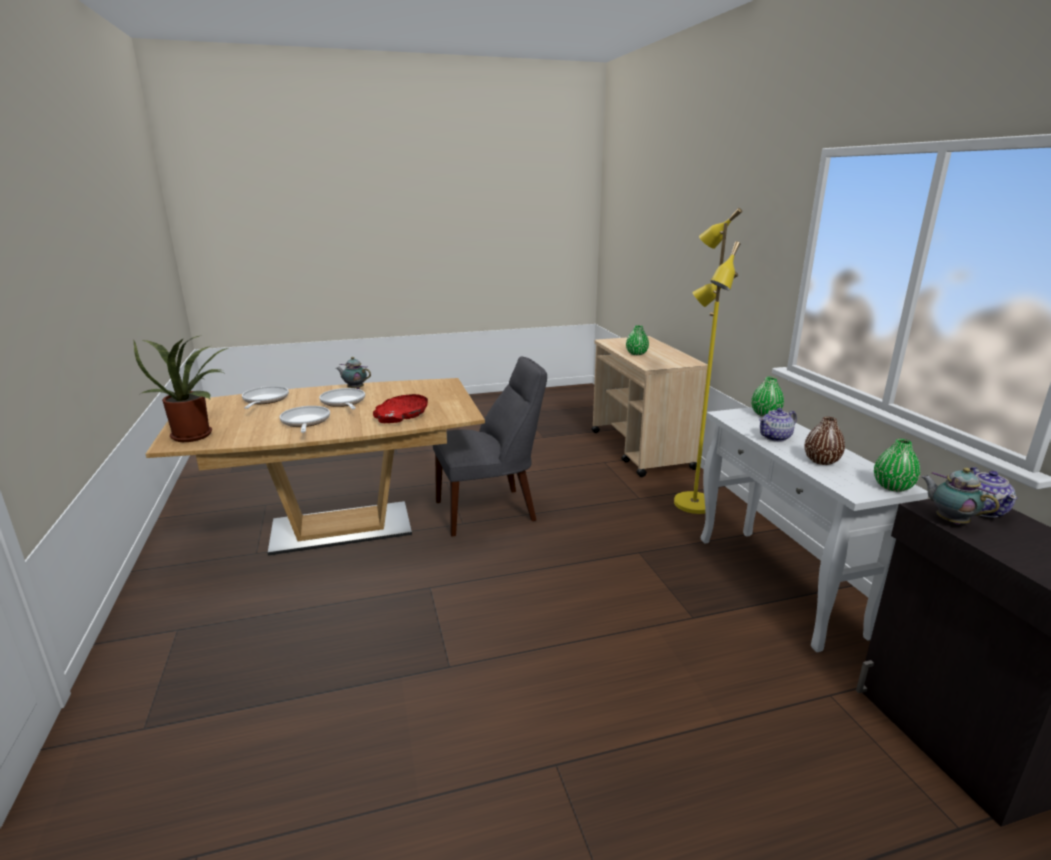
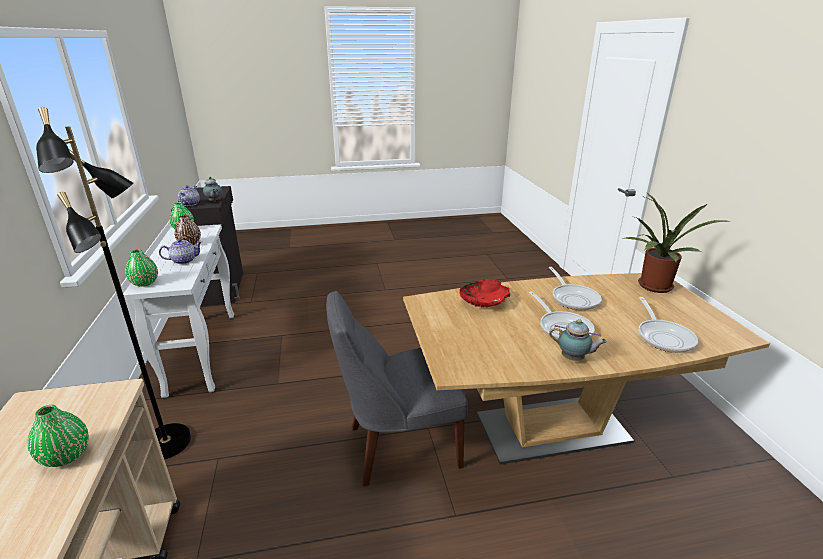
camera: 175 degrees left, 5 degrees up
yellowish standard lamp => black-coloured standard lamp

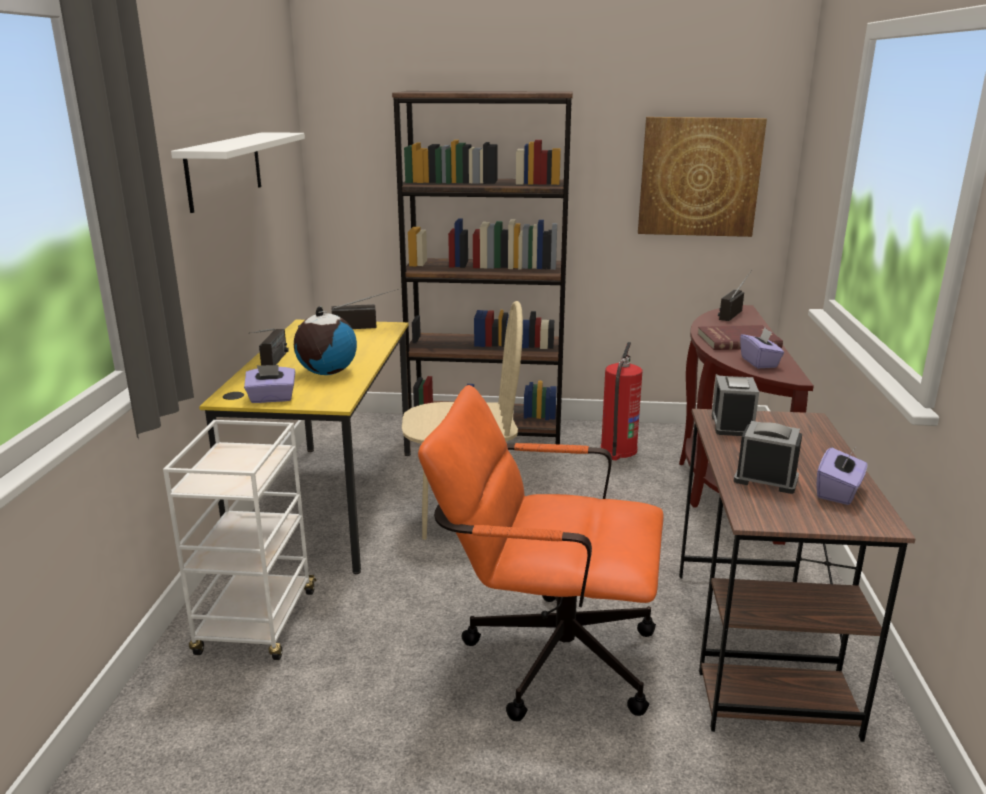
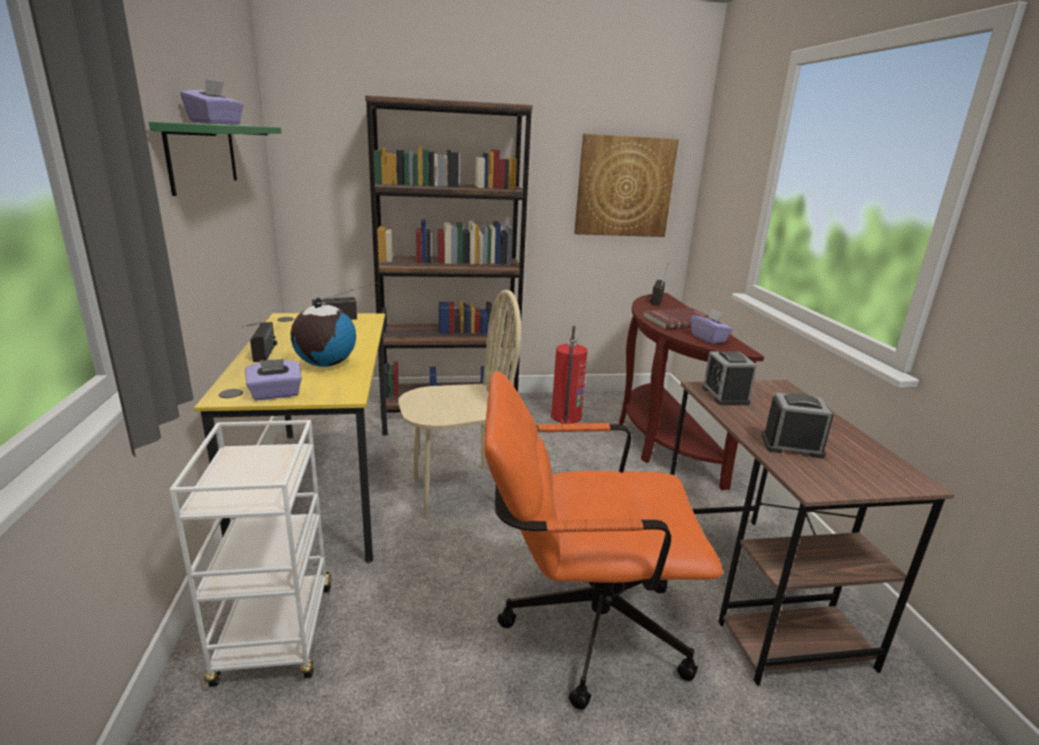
camera: 15 degrees left, 0 degrees up
purplish box of tissues (no. 3 from left in the first image) => purplish box of tissues (no. 1 from left), shifted
whitish shelf => green-coloured shelf

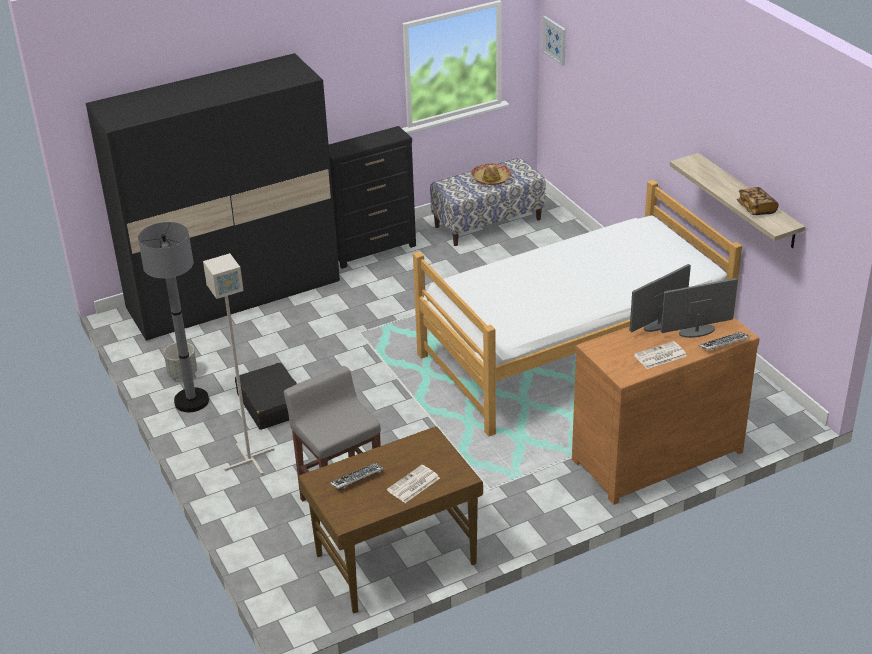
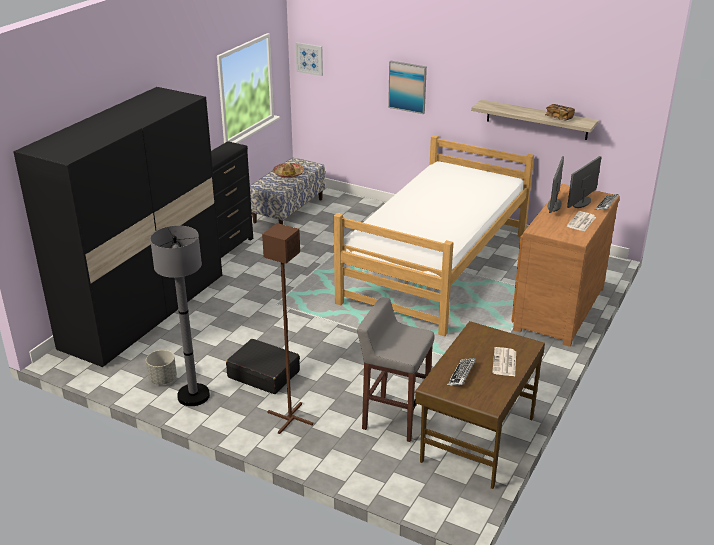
camera: 35 degrees left, 5 degrees down
nothing => wall picture (no. 2 from left)
gray standard lamp (no. 2 from left) => brown-coloured standard lamp

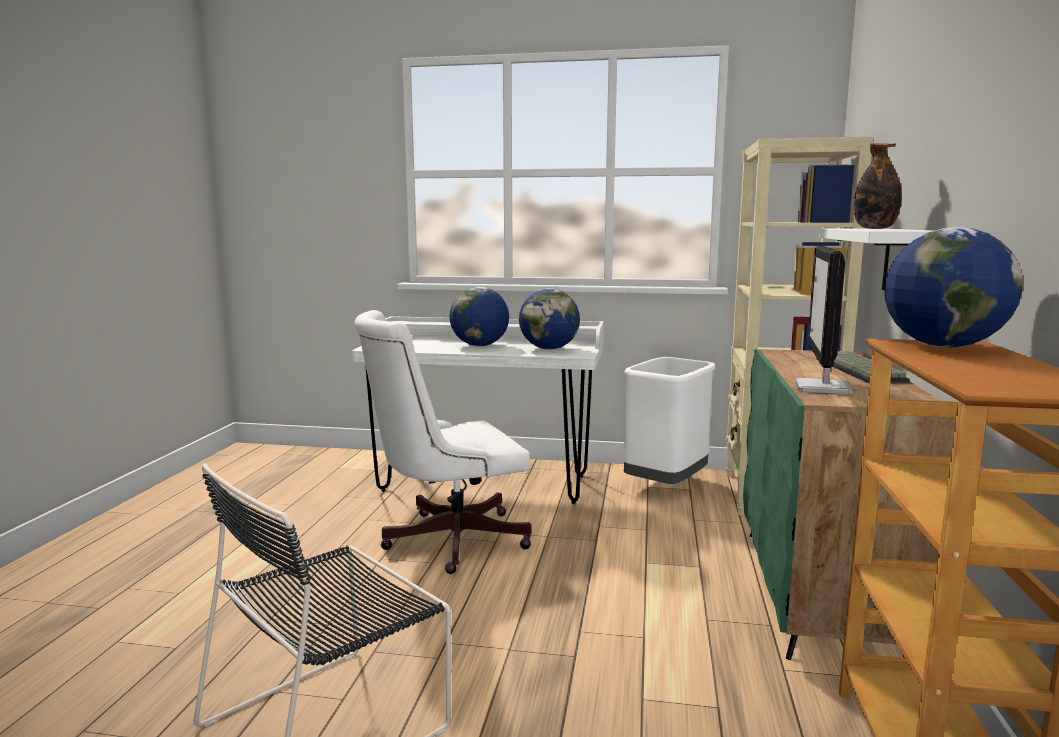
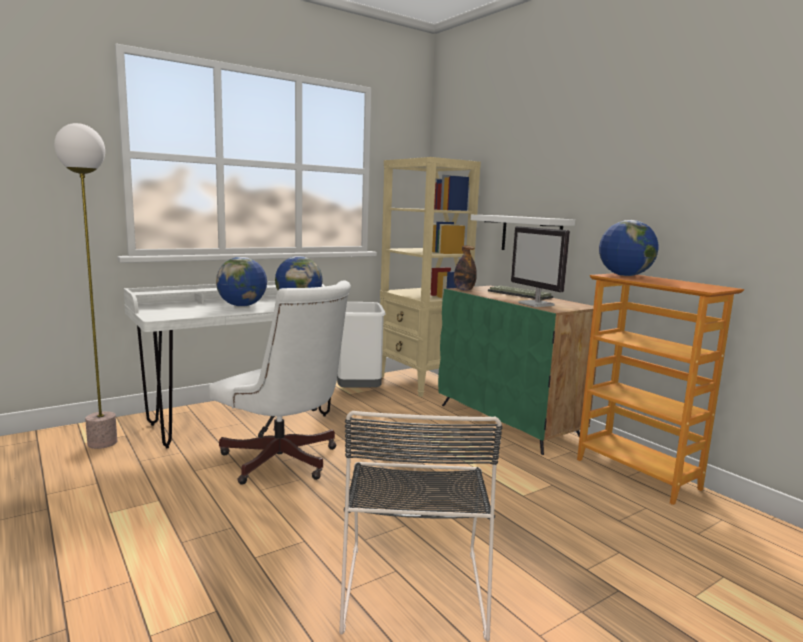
camera: 45 degrees left, 0 degrees up
nothing => standard lamp
bottle, shifted
whitish desk chair, 75 degrees counterclockwise

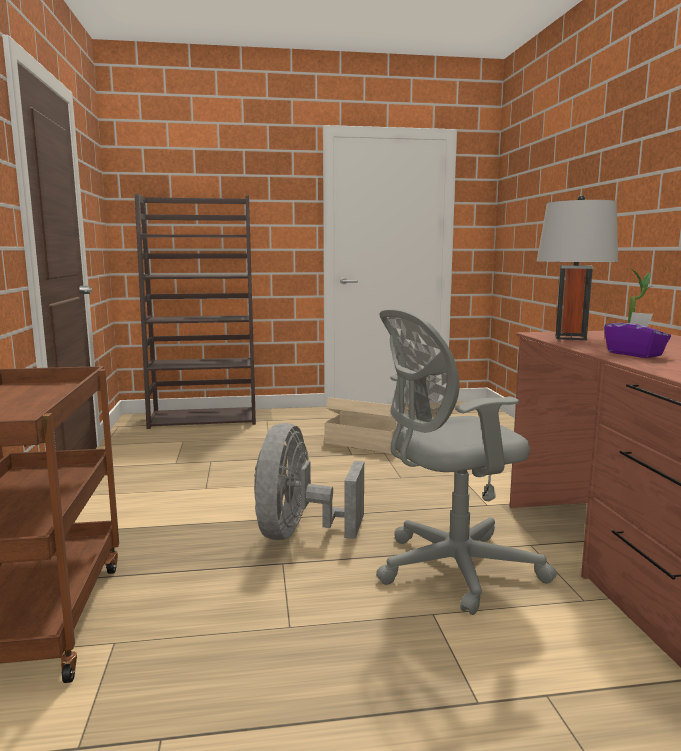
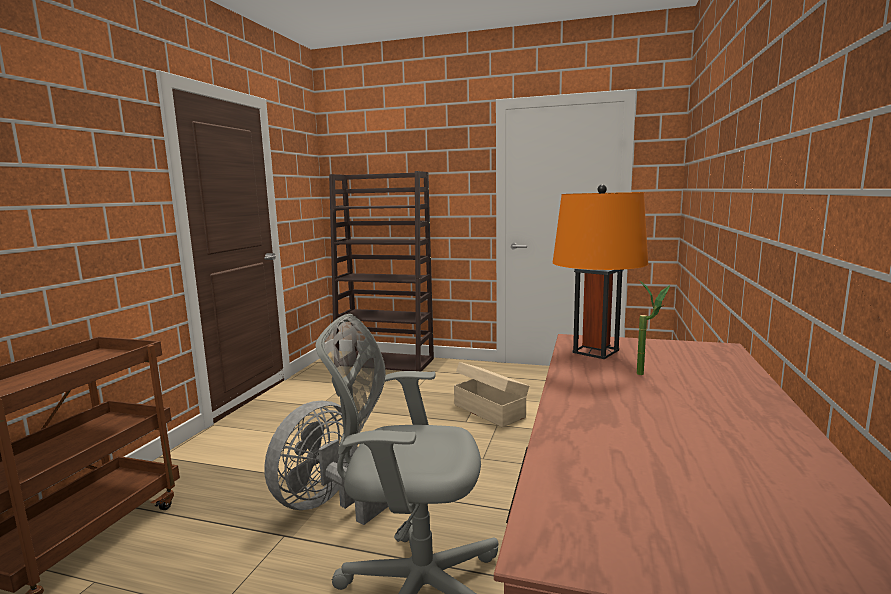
camera: 25 degrees right, 0 degrees up
purplish box of tissues => nothing
gray table lamp => orange-coloured table lamp

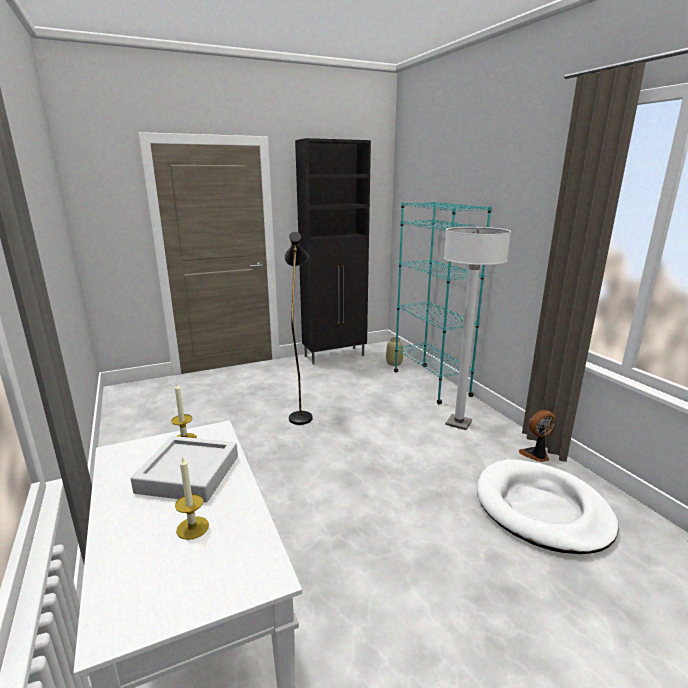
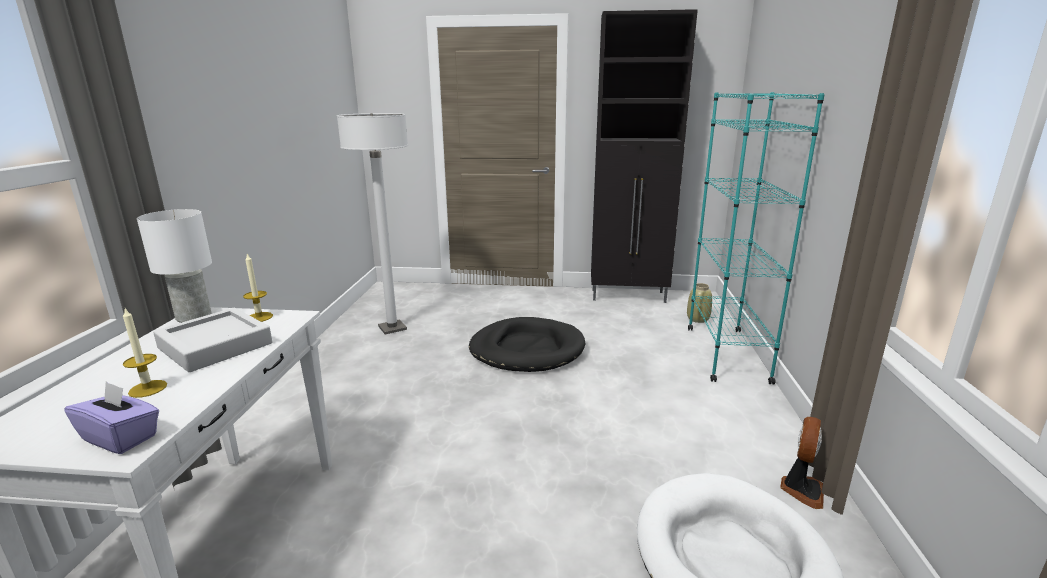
camera: 30 degrees right, 0 degrees up
nothing => purplish box of tissues
nothing => whitish table lamp
whitish standard lamp, shifted
black-coloured standard lamp => black-coloured dog cushion
electric fan, 105 degrees clockwise

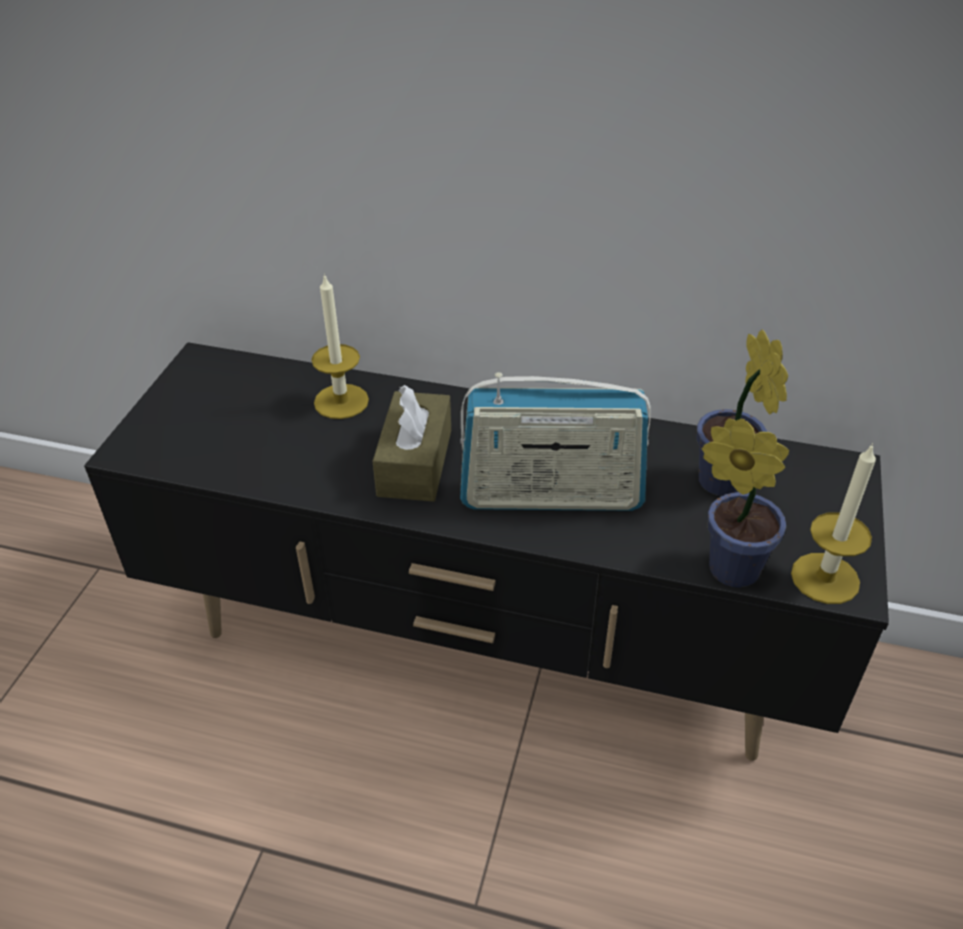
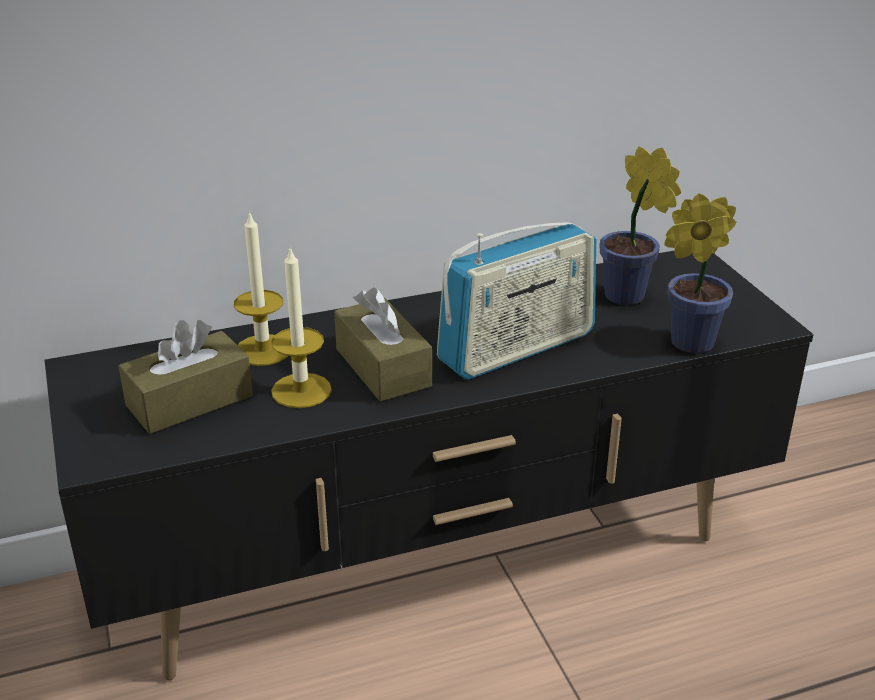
camera: 35 degrees left, 10 degrees down
nothing => brown-coloured box of tissues (no. 1 from left)
wax candle (no. 2 from left), shifted

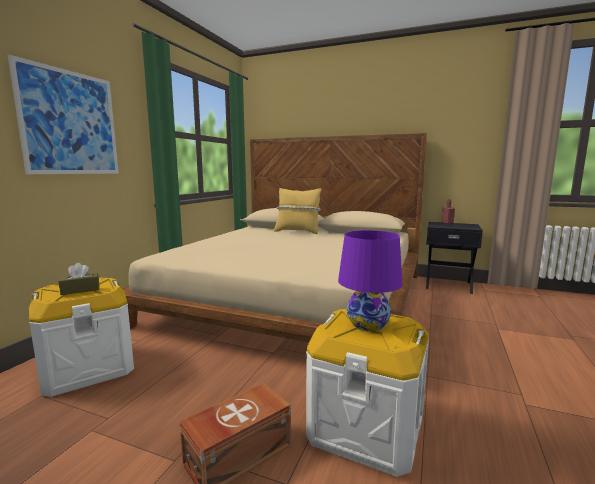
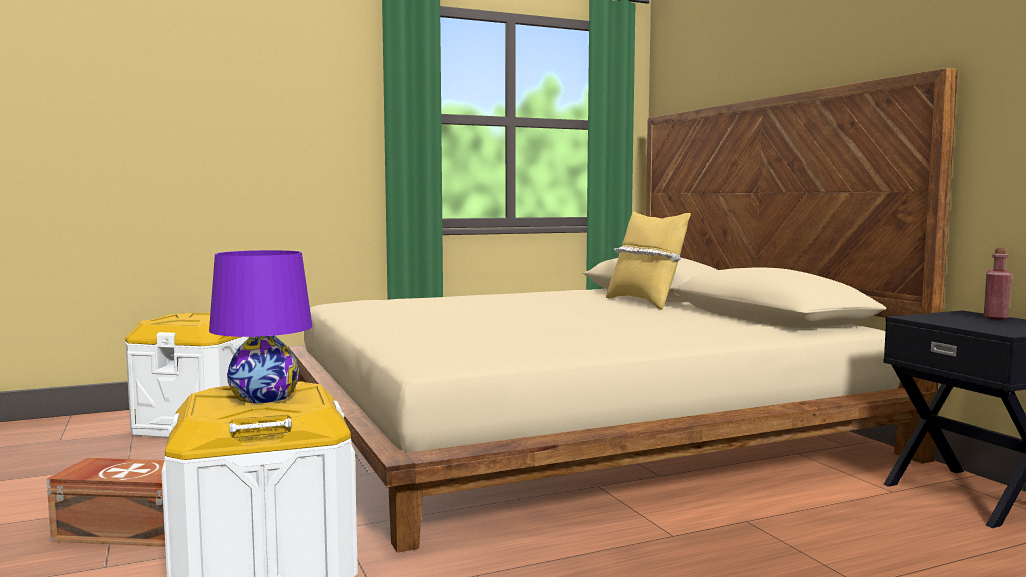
camera: 45 degrees right, 5 degrees down
wall picture => nothing
brown-coloured box of tissues => nothing

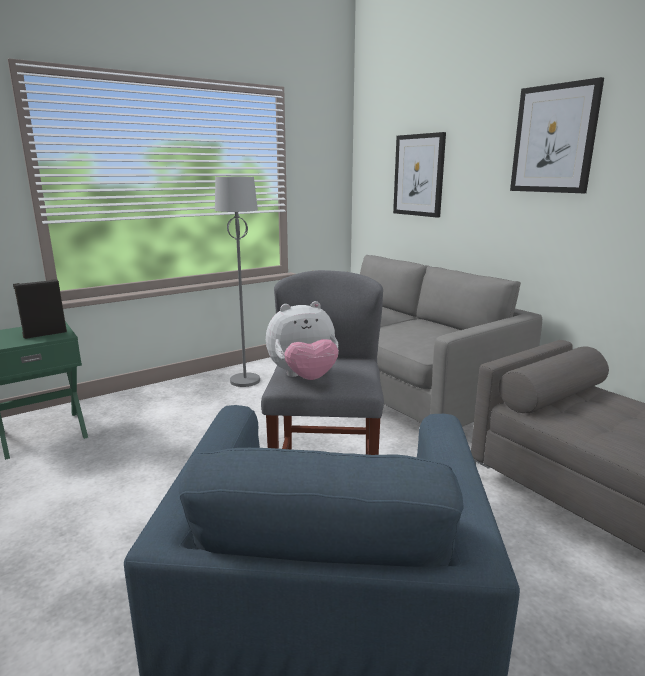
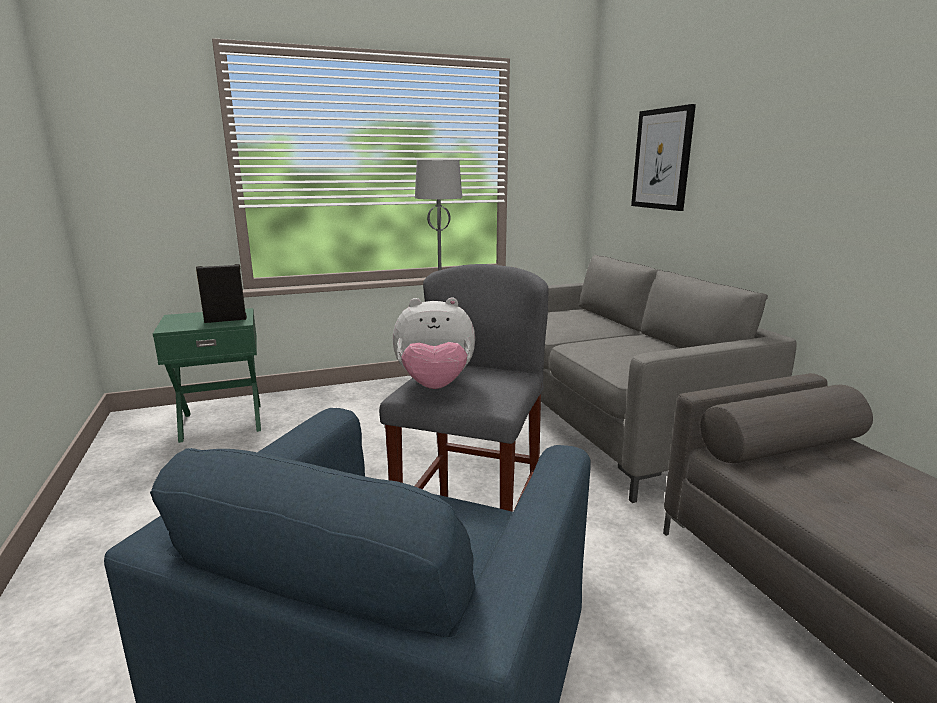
camera: 15 degrees right, 0 degrees up
wall picture (no. 2 from left) => nothing

